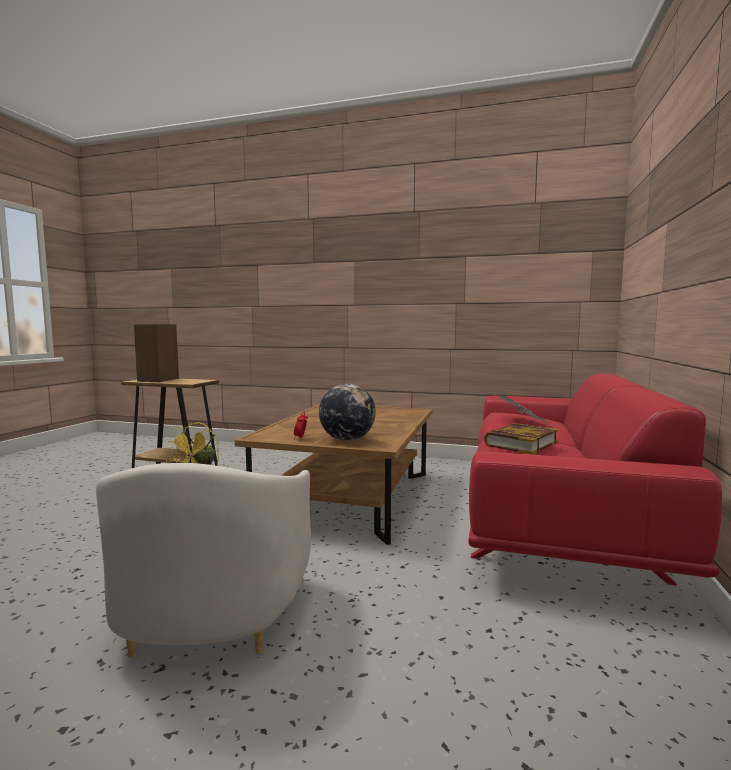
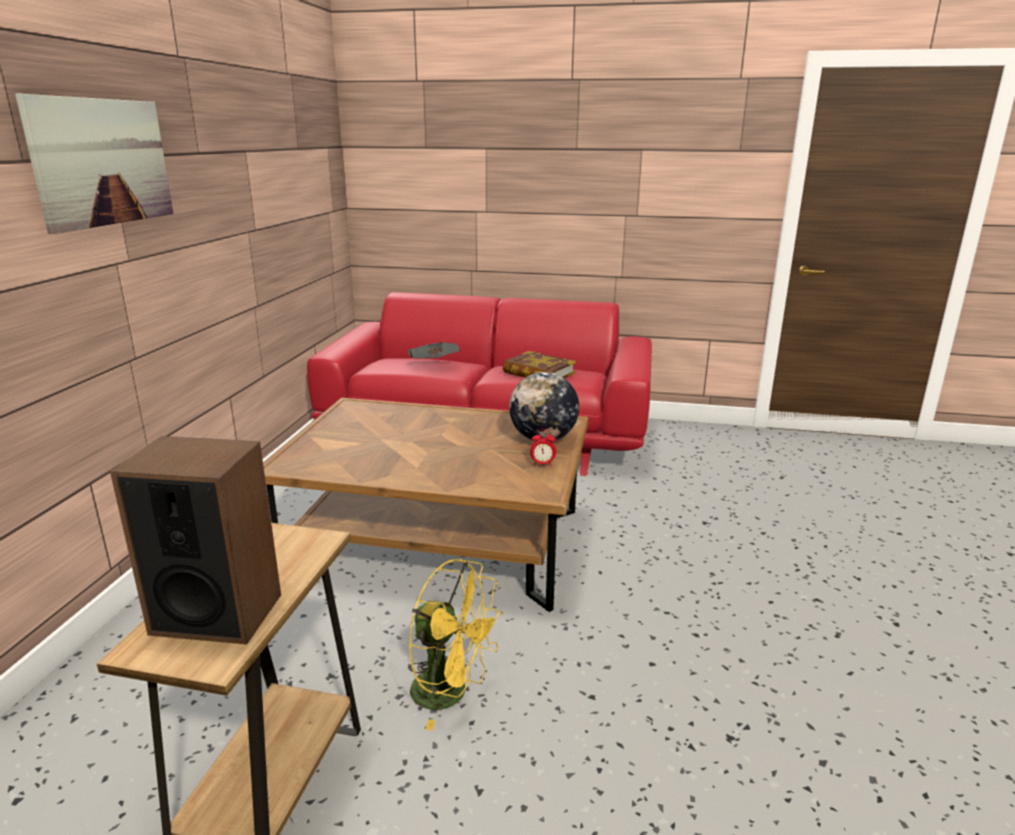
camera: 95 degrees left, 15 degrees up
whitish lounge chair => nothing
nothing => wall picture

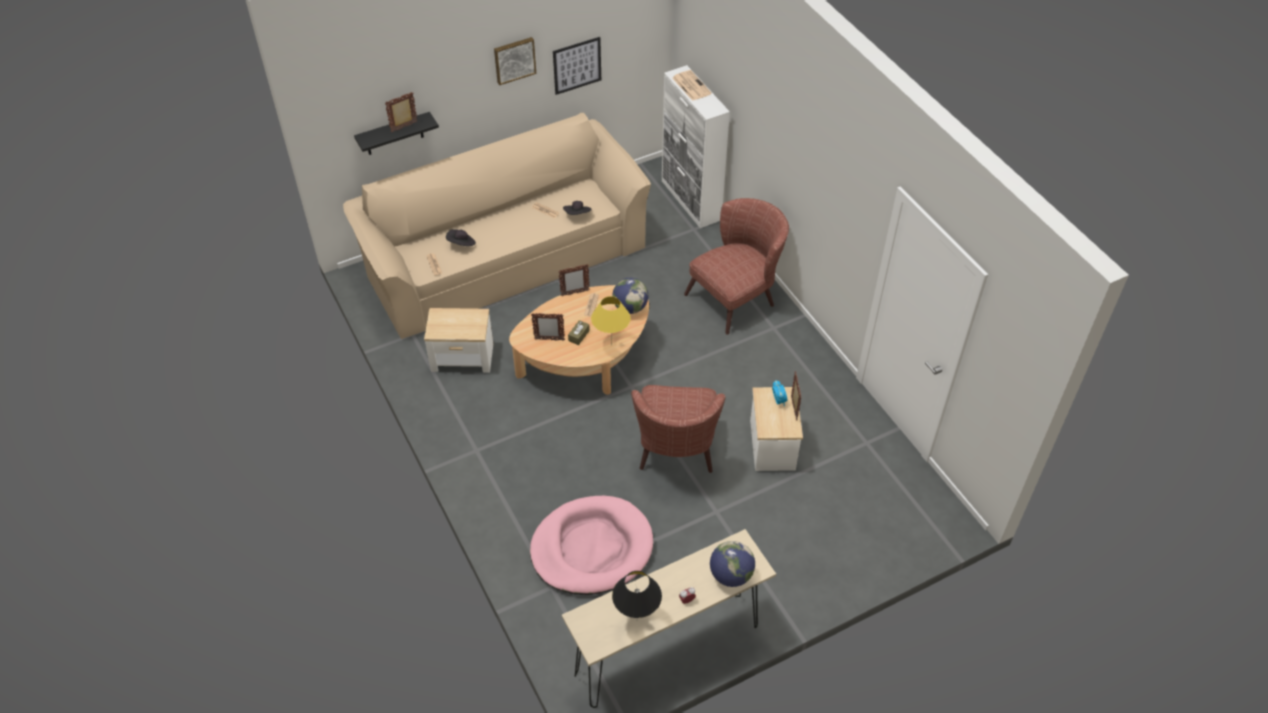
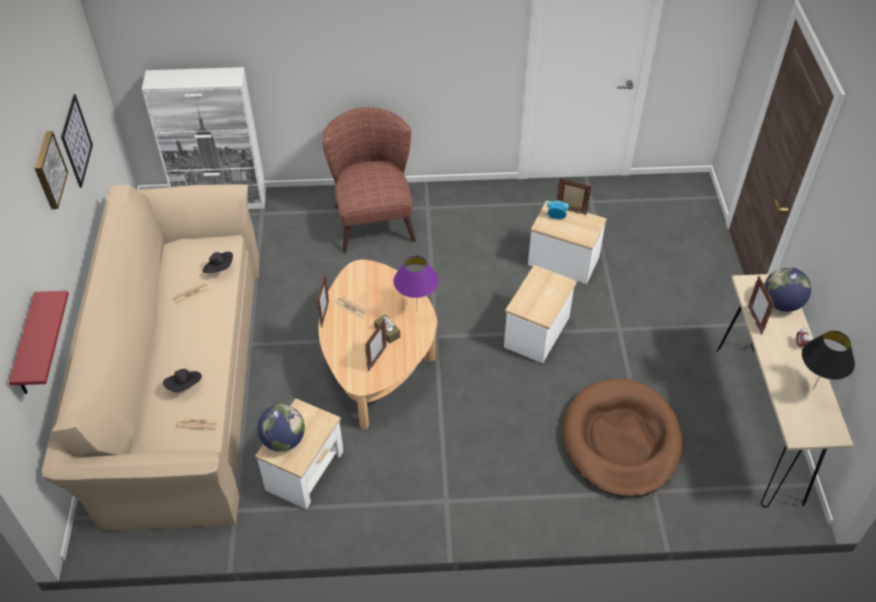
camera: 65 degrees left, 0 degrees up
newspaper (no. 4 from left) => nothing
photo frame (no. 1 from left in the first image) => photo frame (no. 4 from left), shifted
globe (no. 1 from left), shifted
brown-coloured lounge chair (no. 1 from left) => end table (no. 2 from left)
black-coloured shelf => red-coloured shelf
pink-coloured dog cushion => brown-coloured dog cushion
yellowish table lamp => purplish table lamp

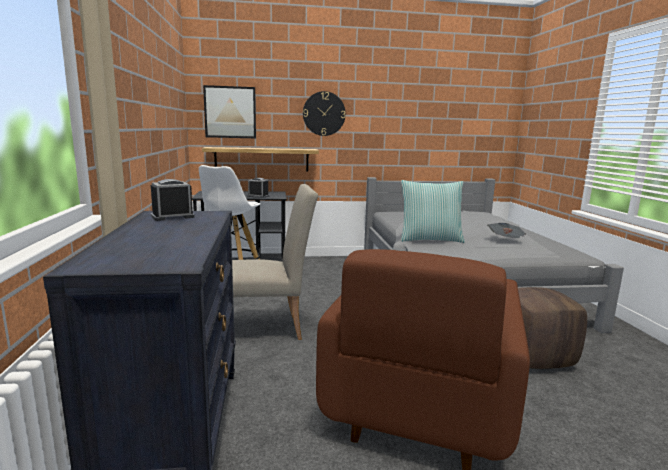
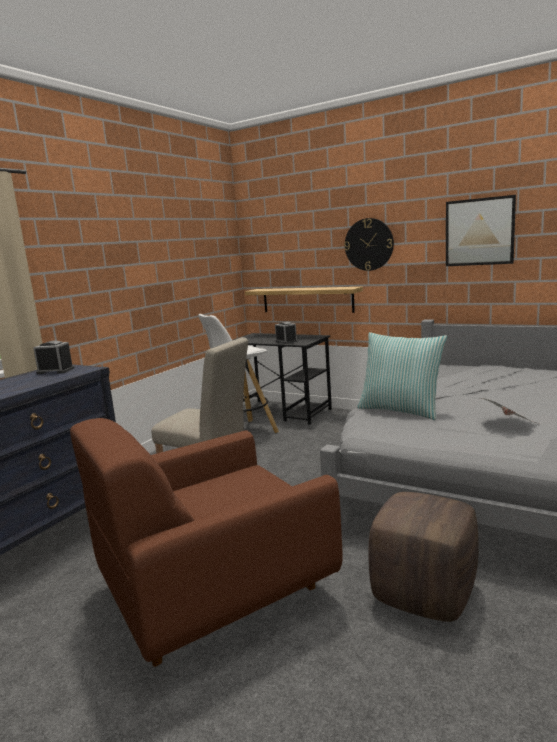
camera: 40 degrees right, 0 degrees up
wall picture, shifted

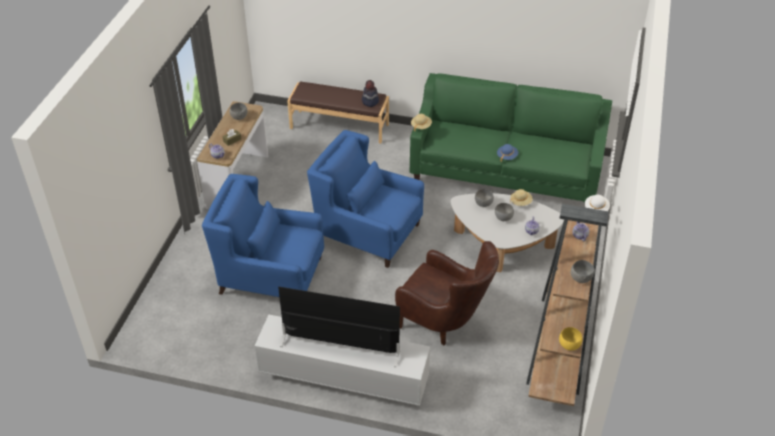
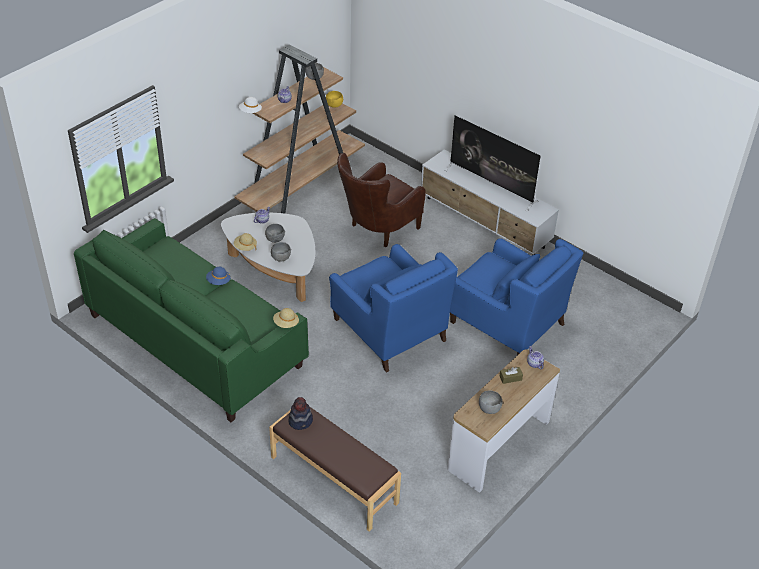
camera: 155 degrees left, 0 degrees up
brown-coloured lounge chair, 105 degrees counterclockwise

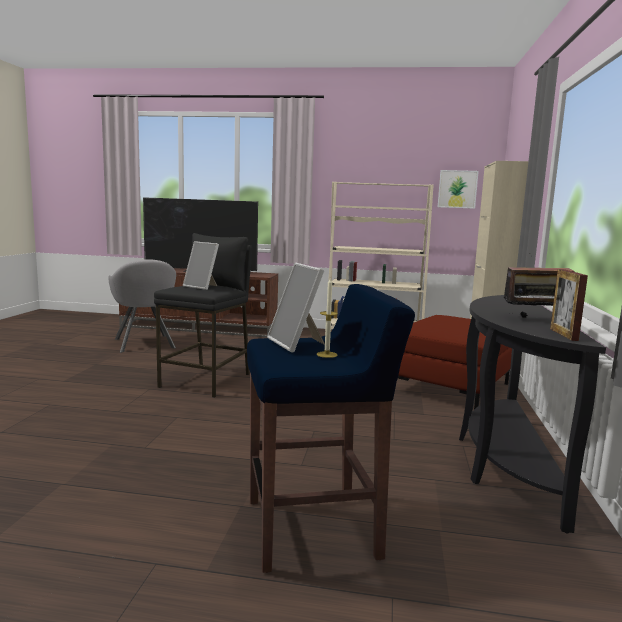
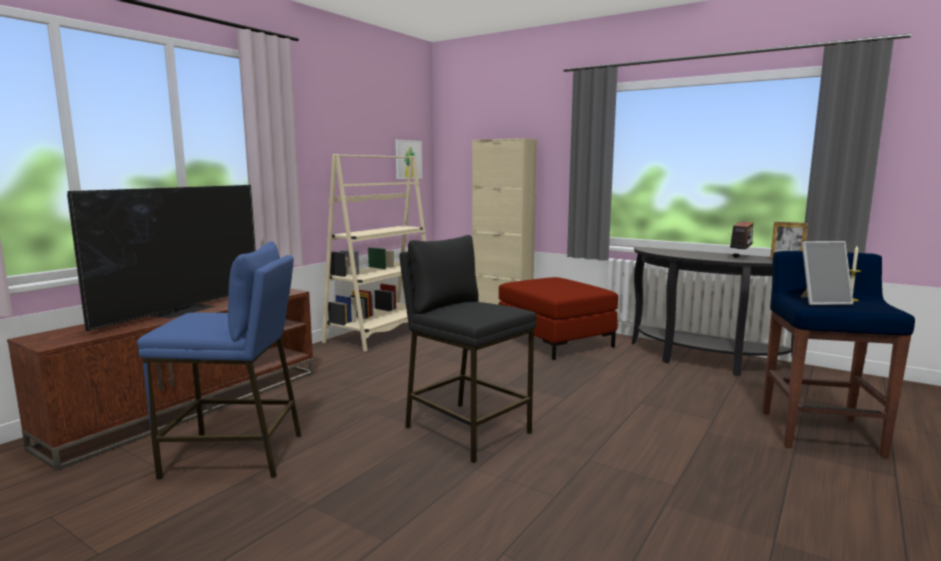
camera: 65 degrees left, 0 degrees up
photo frame (no. 1 from left) => nothing
gray lounge chair => blue-coloured stool seat (no. 1 from left)

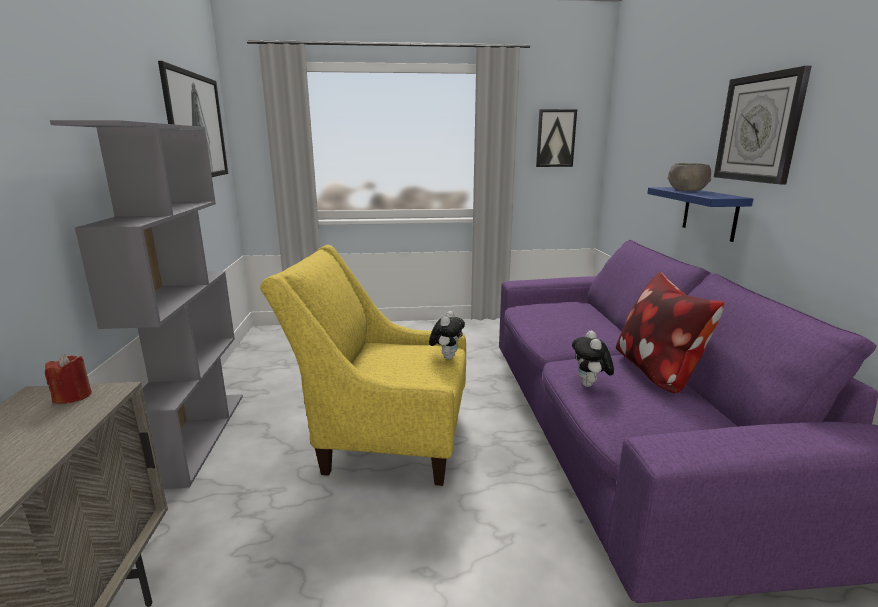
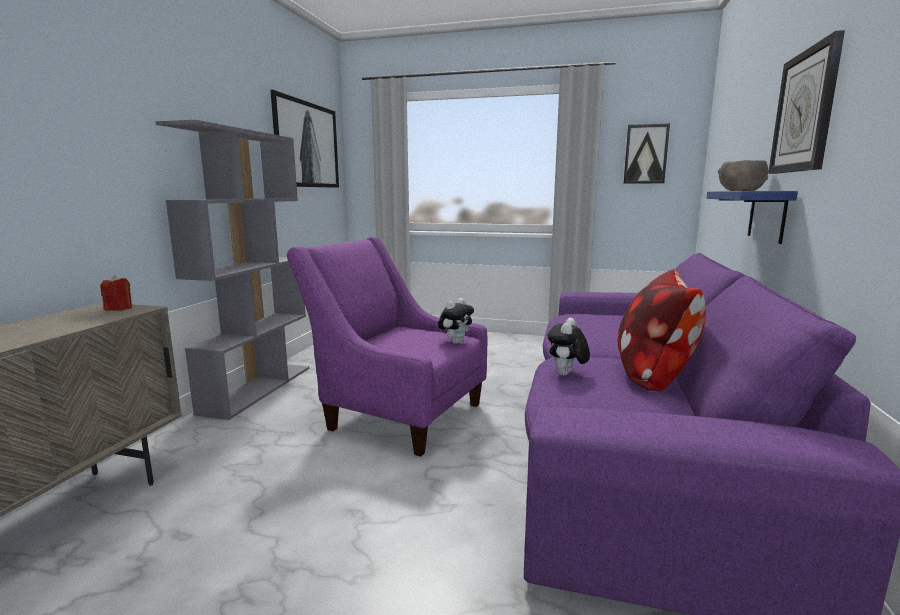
camera: 20 degrees right, 5 degrees down
yellowish lounge chair => purplish lounge chair

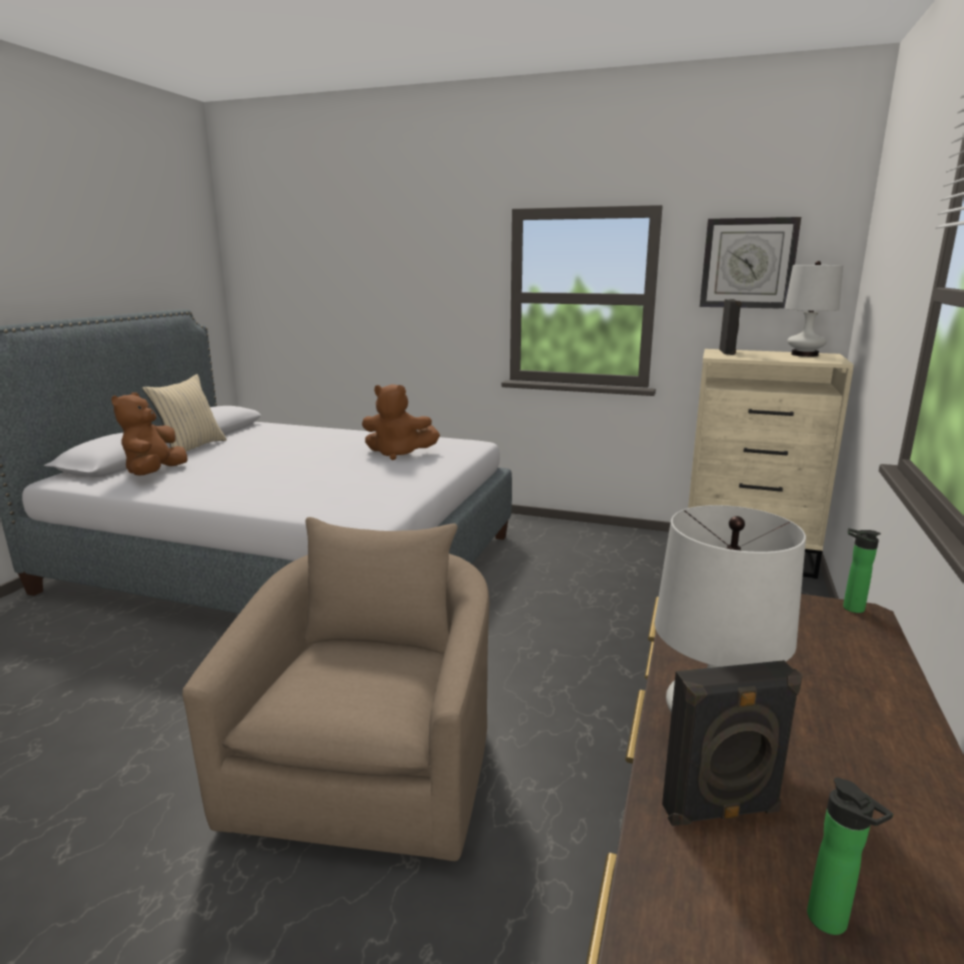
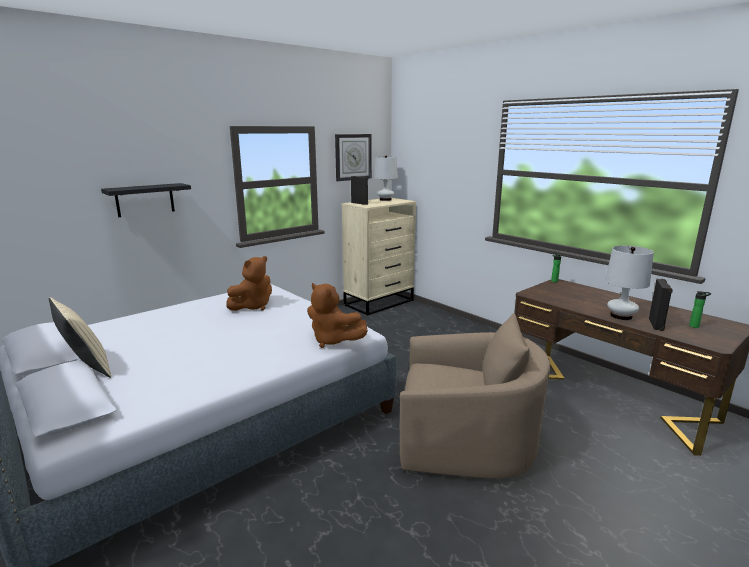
camera: 60 degrees left, 0 degrees up
nothing => black-coloured shelf
brown-coloured soft toy (no. 1 from left in the first image) => brown-coloured soft toy (no. 2 from left), shifted
beige-coloured lounge chair, 150 degrees clockwise

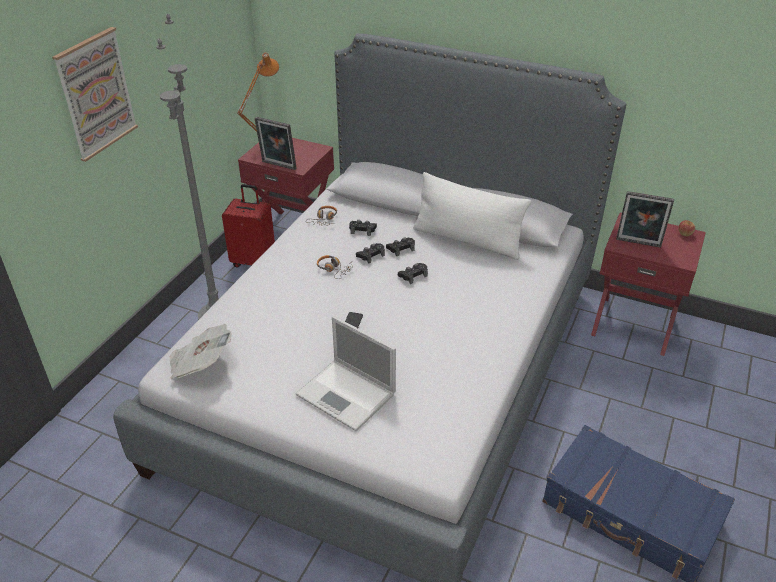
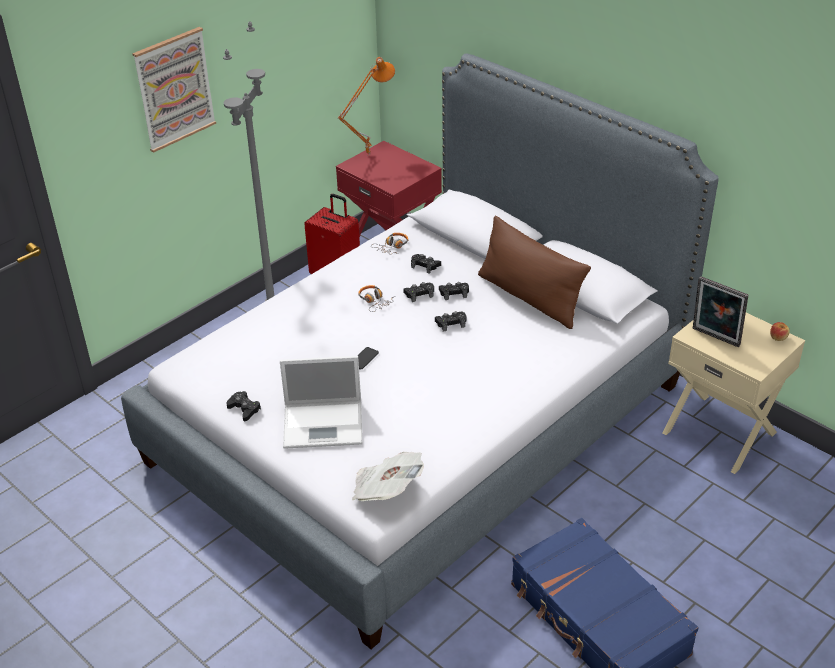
camera: 20 degrees right, 0 degrees up
photo frame (no. 1 from left) => nothing
nothing => black-coloured game controller (no. 1 from left)
newspaper, shifted
whitish pillow => brown-coloured pillow
red-coloured bedside table (no. 2 from left) => beige-coloured bedside table
laptop, 60 degrees counterclockwise

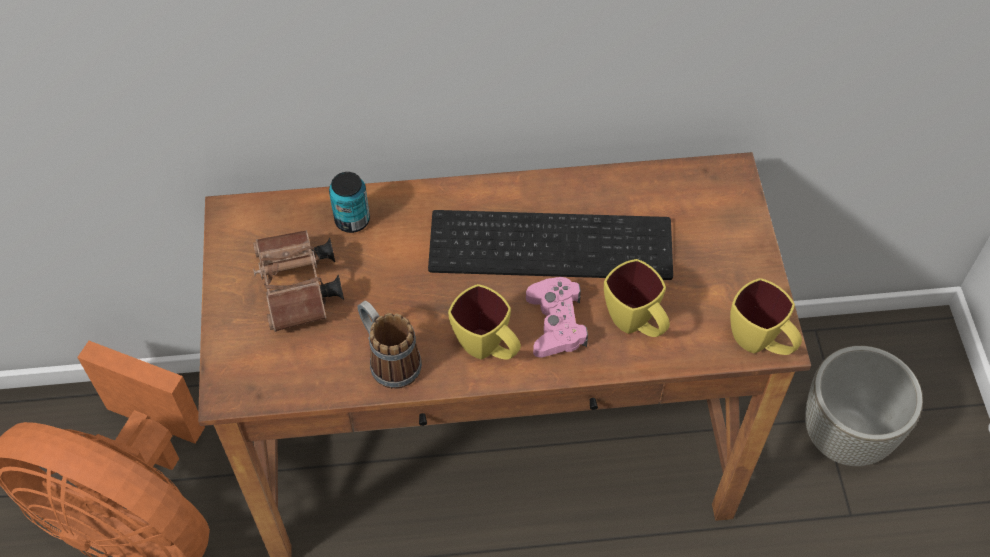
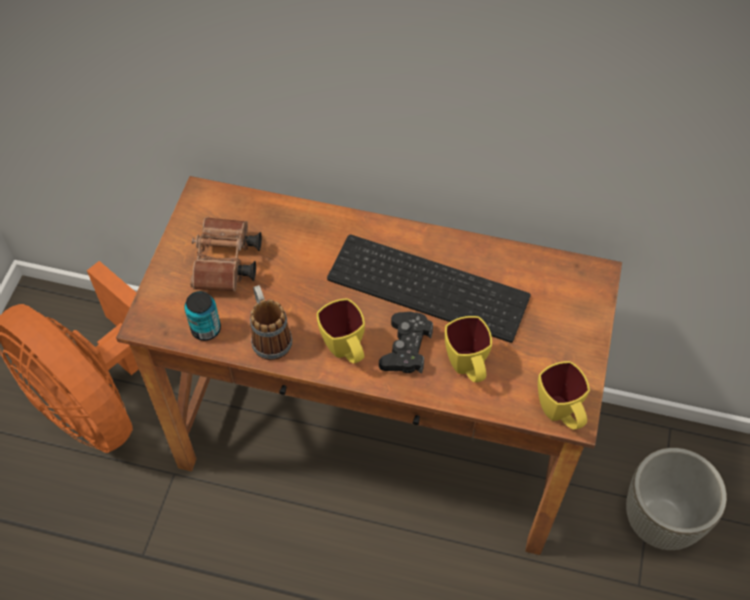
camera: 20 degrees right, 0 degrees up
metal can, shifted
pink-coloured game controller => black-coloured game controller

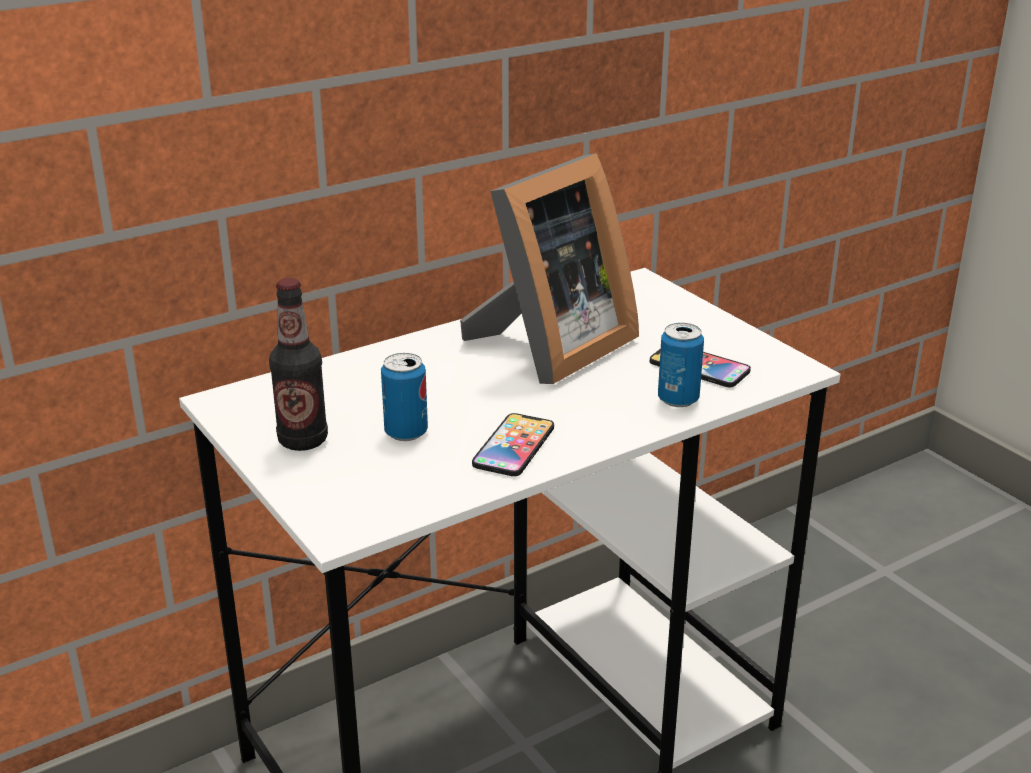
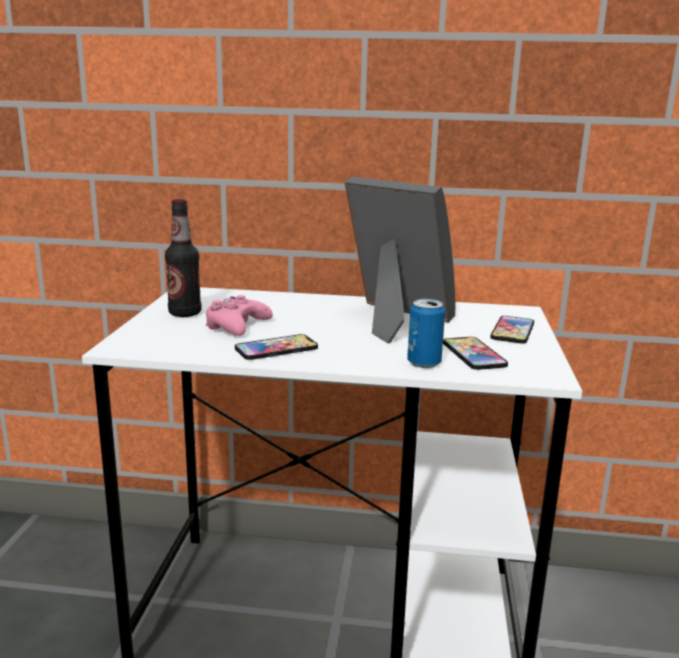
camera: 40 degrees right, 10 degrees down
nothing => handset (no. 3 from left)
metal can (no. 1 from left) => pink-coloured game controller
photo frame, 135 degrees counterclockwise

